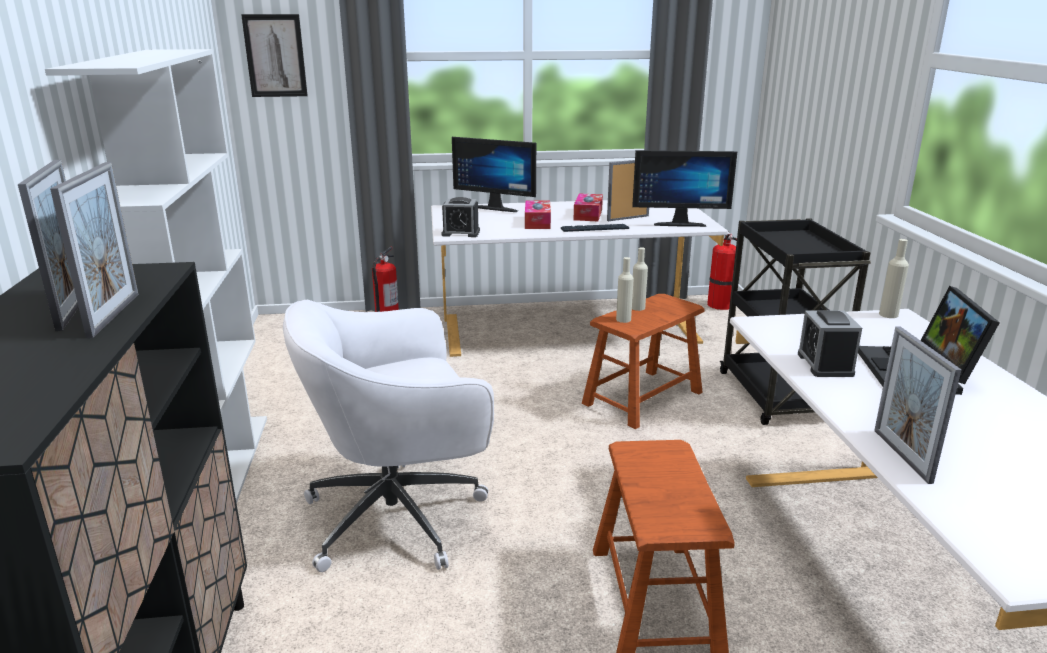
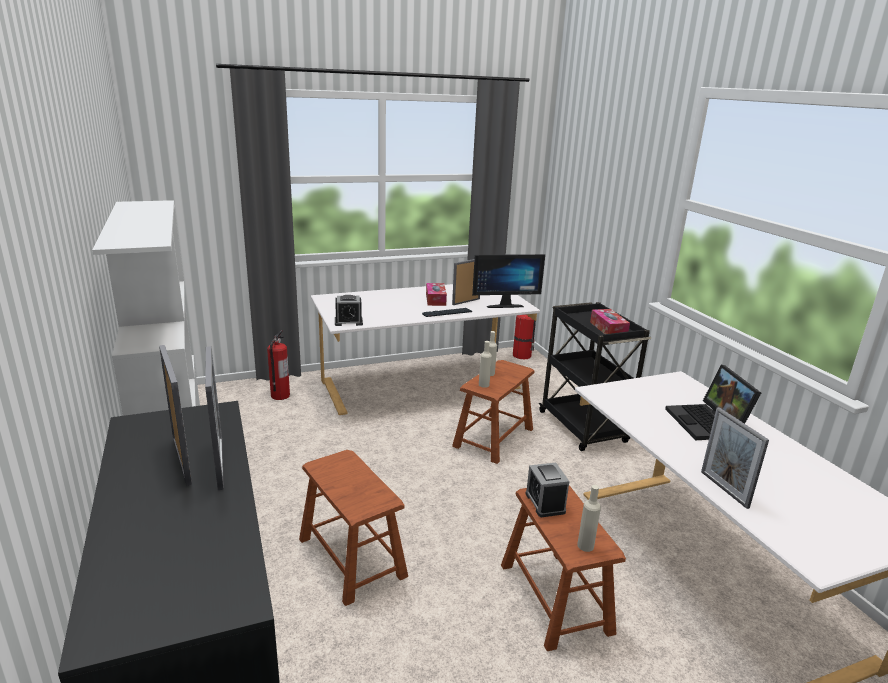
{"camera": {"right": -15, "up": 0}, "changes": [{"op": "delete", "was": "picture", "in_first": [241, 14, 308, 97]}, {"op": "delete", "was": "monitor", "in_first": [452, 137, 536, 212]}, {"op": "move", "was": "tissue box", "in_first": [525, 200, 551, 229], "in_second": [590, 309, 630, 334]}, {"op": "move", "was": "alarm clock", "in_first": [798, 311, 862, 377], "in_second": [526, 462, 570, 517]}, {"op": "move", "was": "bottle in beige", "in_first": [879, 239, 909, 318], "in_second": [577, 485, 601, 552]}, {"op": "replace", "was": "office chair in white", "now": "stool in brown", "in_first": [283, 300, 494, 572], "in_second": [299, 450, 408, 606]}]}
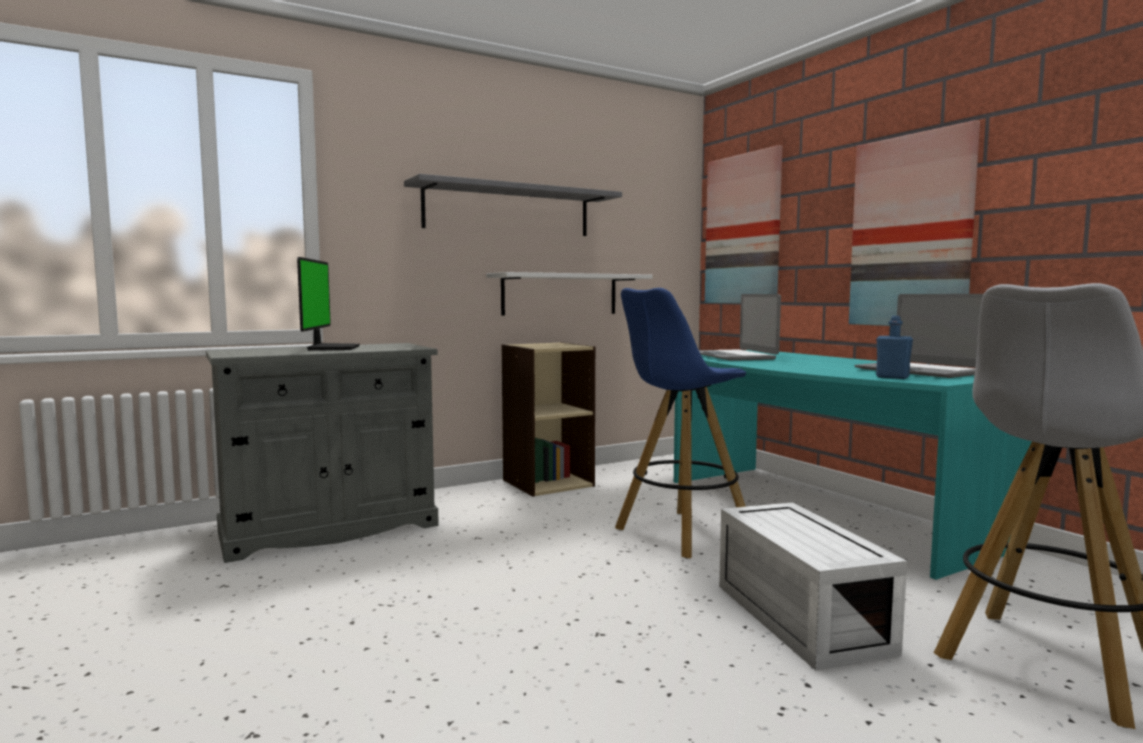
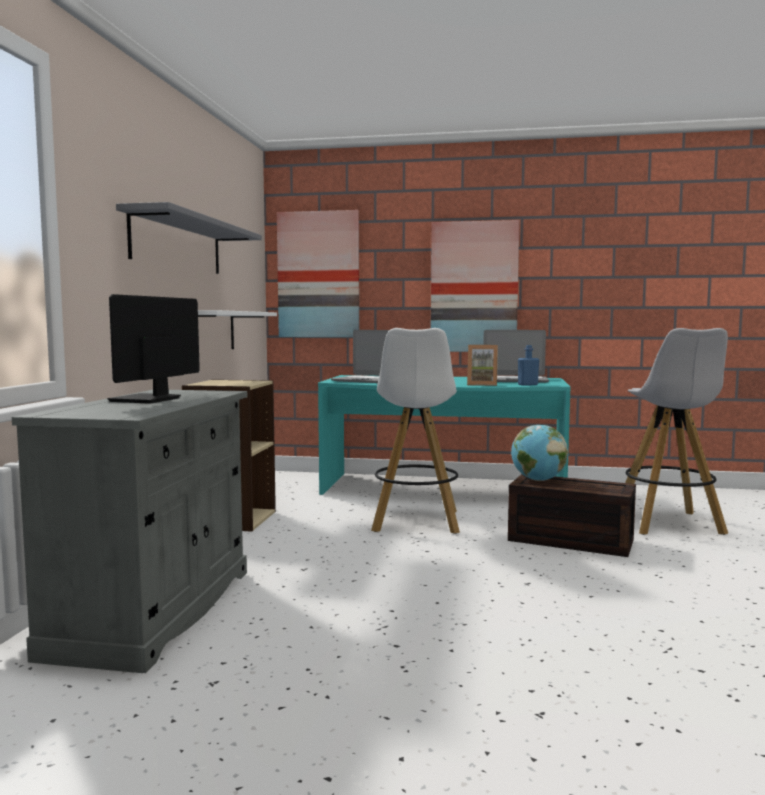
{"camera": {"right": -50, "up": 0}, "changes": [{"op": "insert", "now": "picture frame", "in_second": [467, 345, 498, 386]}, {"op": "insert", "now": "globe", "in_second": [511, 425, 568, 481]}, {"op": "recolor", "was": "stool in blue", "now": "stool in white", "in_first": [615, 288, 746, 559], "in_second": [371, 328, 460, 534]}, {"op": "recolor", "was": "storage box in white", "now": "storage box in brown", "in_first": [719, 503, 907, 670], "in_second": [508, 474, 636, 557]}, {"op": "rotate", "was": "monitor", "in_first": [297, 257, 360, 350], "in_second": [108, 294, 200, 404], "clockwise": -105}]}
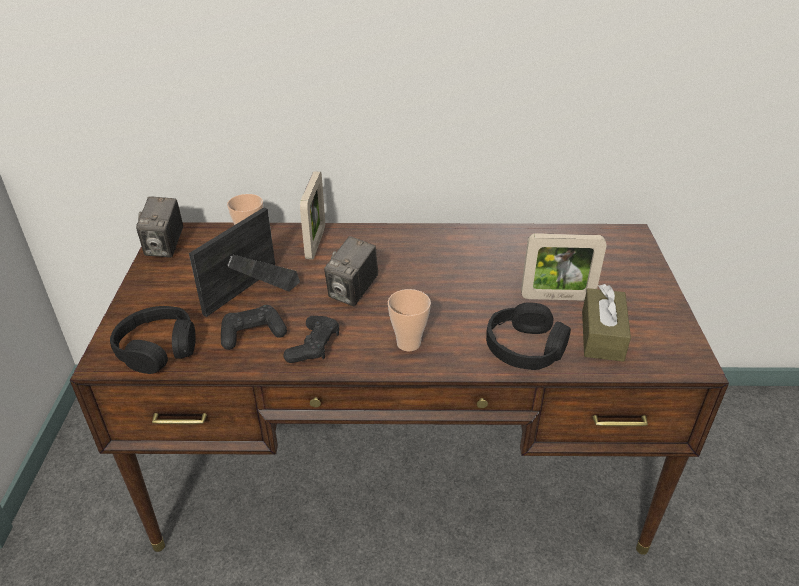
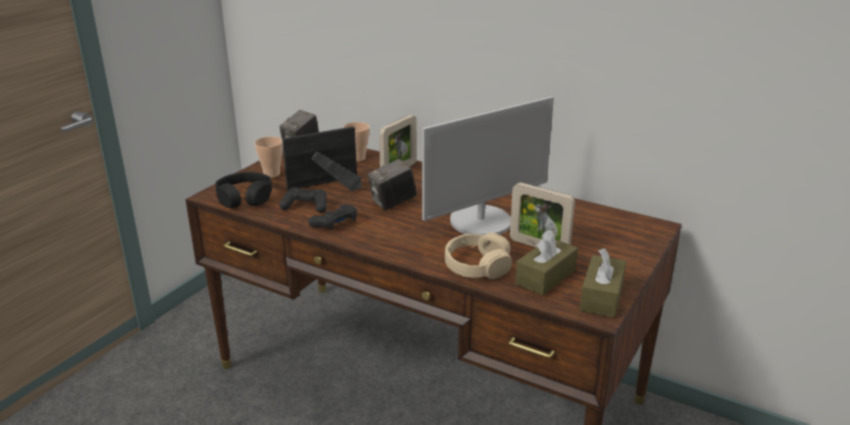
{"camera": {"right": 30, "up": -10}, "changes": [{"op": "insert", "now": "monitor", "in_second": [422, 96, 554, 235]}, {"op": "insert", "now": "tissue box in brown", "in_second": [580, 248, 626, 318]}, {"op": "move", "was": "cup", "in_first": [388, 289, 431, 351], "in_second": [254, 137, 283, 178]}, {"op": "recolor", "was": "headphones in black", "now": "headphones in beige", "in_first": [486, 302, 571, 370], "in_second": [445, 232, 512, 279]}]}
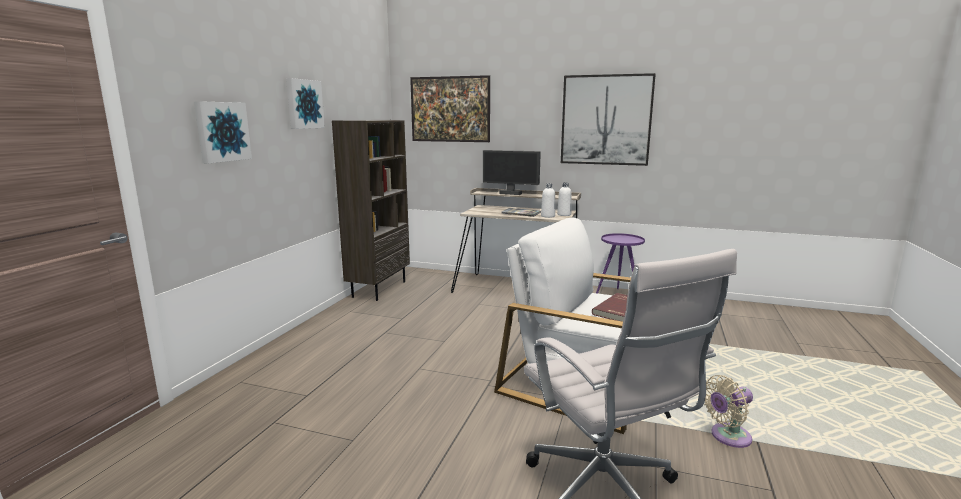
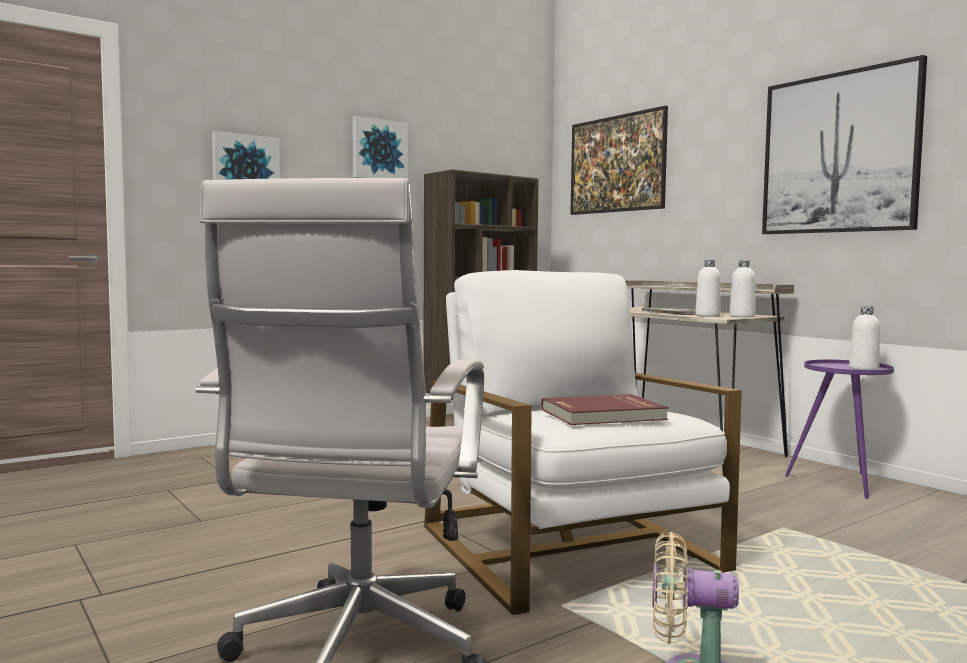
{"camera": {"right": 35, "up": -10}, "changes": [{"op": "delete", "was": "monitor", "in_first": [483, 150, 541, 195]}, {"op": "insert", "now": "bottle in white", "in_second": [849, 306, 880, 370]}]}
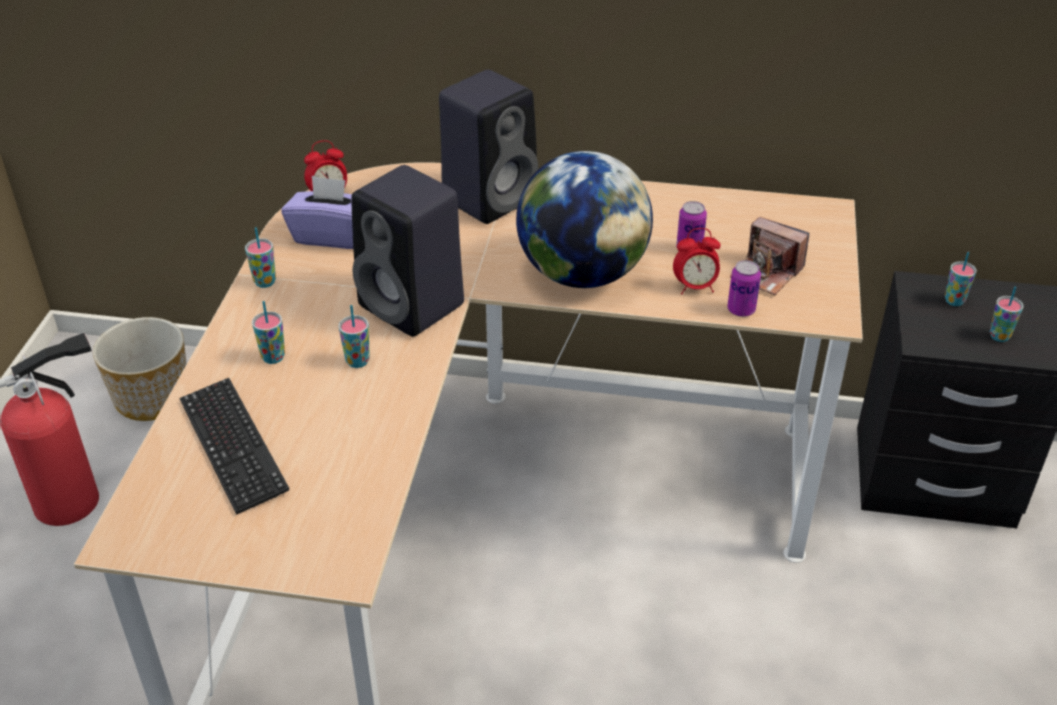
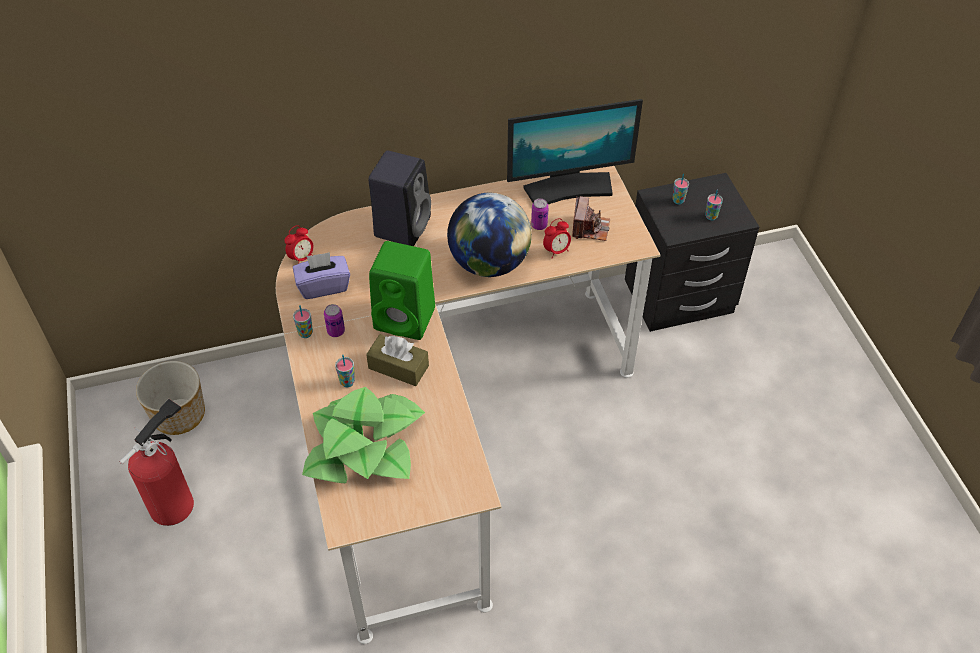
{"camera": {"right": -25, "up": 10}, "changes": [{"op": "insert", "now": "monitor", "in_second": [507, 99, 643, 204]}, {"op": "move", "was": "can", "in_first": [727, 260, 761, 317], "in_second": [324, 304, 345, 337]}, {"op": "replace", "was": "keyboard", "now": "potted plant", "in_first": [179, 378, 289, 515], "in_second": [302, 387, 425, 483]}, {"op": "replace", "was": "cup", "now": "tissue box in brown", "in_first": [339, 305, 370, 368], "in_second": [366, 334, 429, 386]}, {"op": "recolor", "was": "speaker in black", "now": "speaker in green", "in_first": [351, 165, 464, 337], "in_second": [369, 241, 435, 340]}, {"op": "rotate", "was": "photo camera", "in_first": [730, 217, 809, 295], "in_second": [572, 196, 610, 241], "clockwise": -90}]}
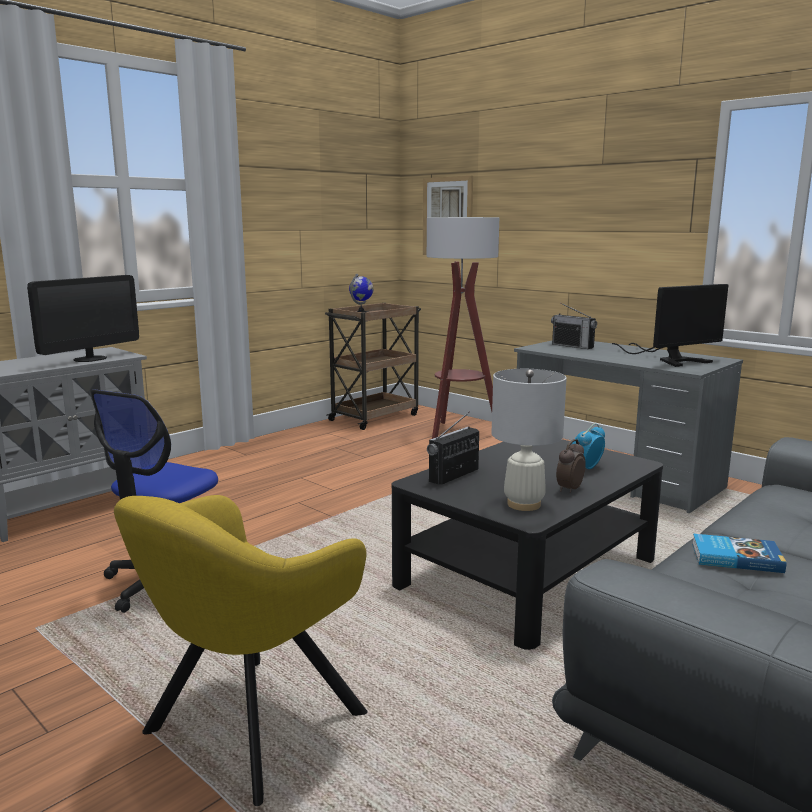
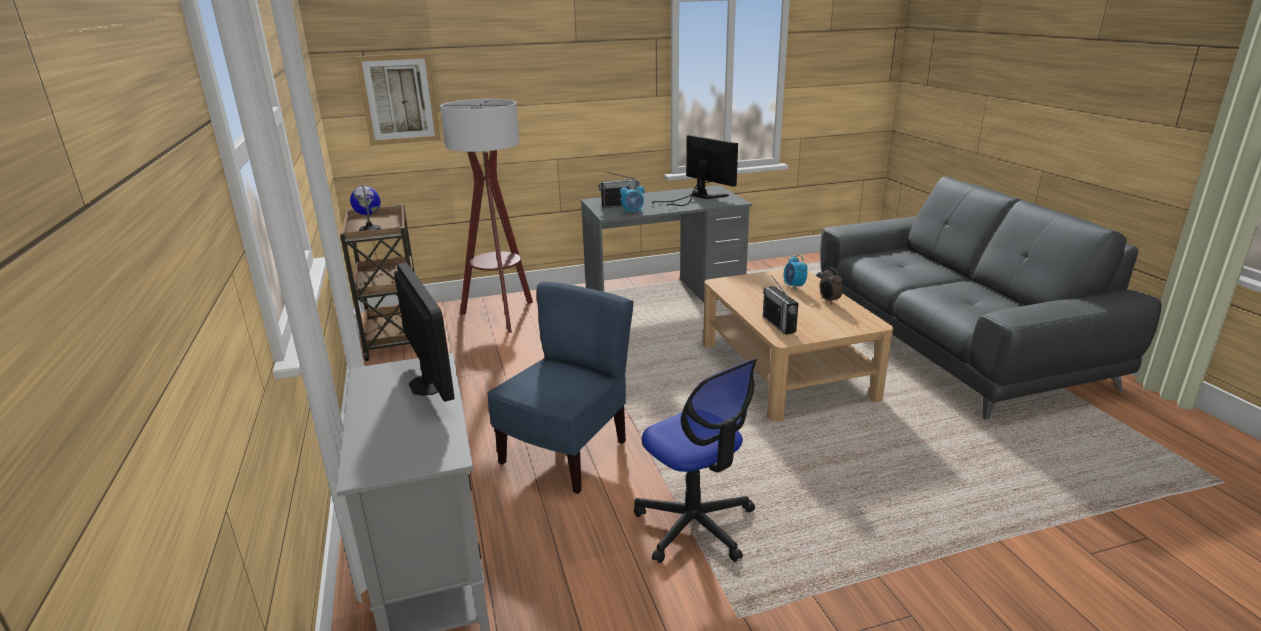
{"camera": {"right": -60, "up": 10}, "changes": [{"op": "delete", "was": "armchair in yellow", "in_first": [114, 495, 368, 806]}, {"op": "delete", "was": "table lamp in white", "in_first": [491, 369, 567, 511]}, {"op": "delete", "was": "book", "in_first": [692, 534, 786, 573]}, {"op": "insert", "now": "chair in blue", "in_second": [487, 282, 633, 494]}, {"op": "insert", "now": "alarm clock", "in_second": [620, 182, 644, 214]}, {"op": "recolor", "was": "coffee table in black", "now": "coffee table in beige", "in_first": [391, 439, 663, 650], "in_second": [703, 269, 893, 422]}, {"op": "rotate", "was": "monitor", "in_first": [612, 284, 728, 367], "in_second": [652, 135, 738, 206], "clockwise": -45}]}
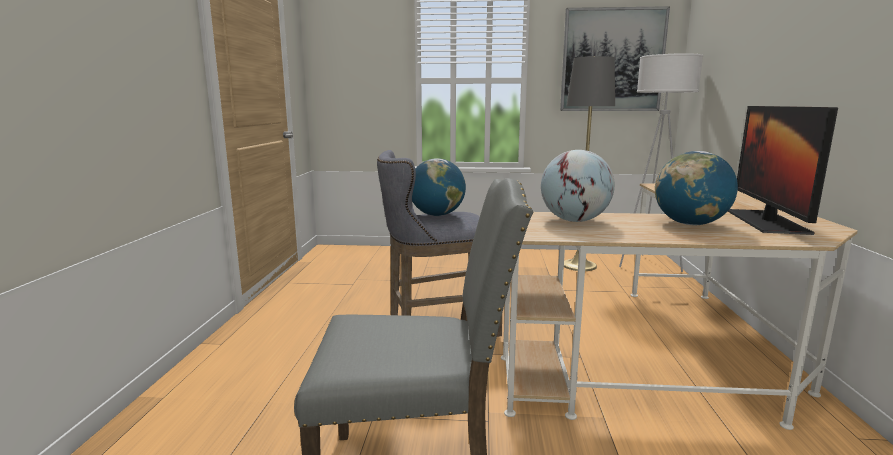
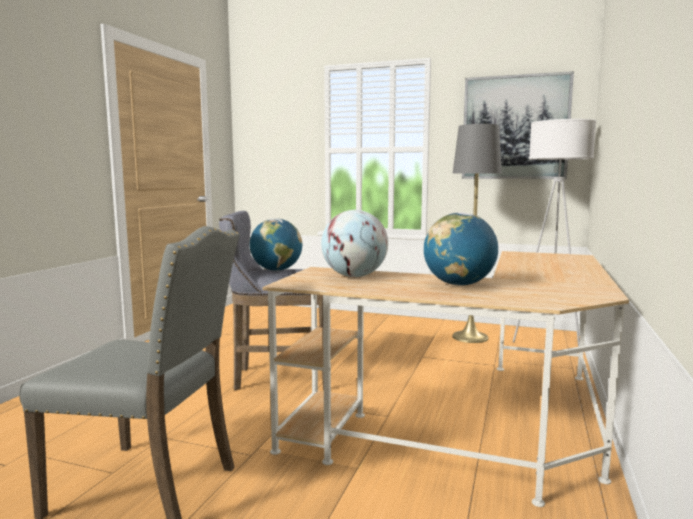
{"camera": {"right": 15, "up": -5}, "changes": [{"op": "delete", "was": "monitor", "in_first": [728, 106, 838, 235]}]}
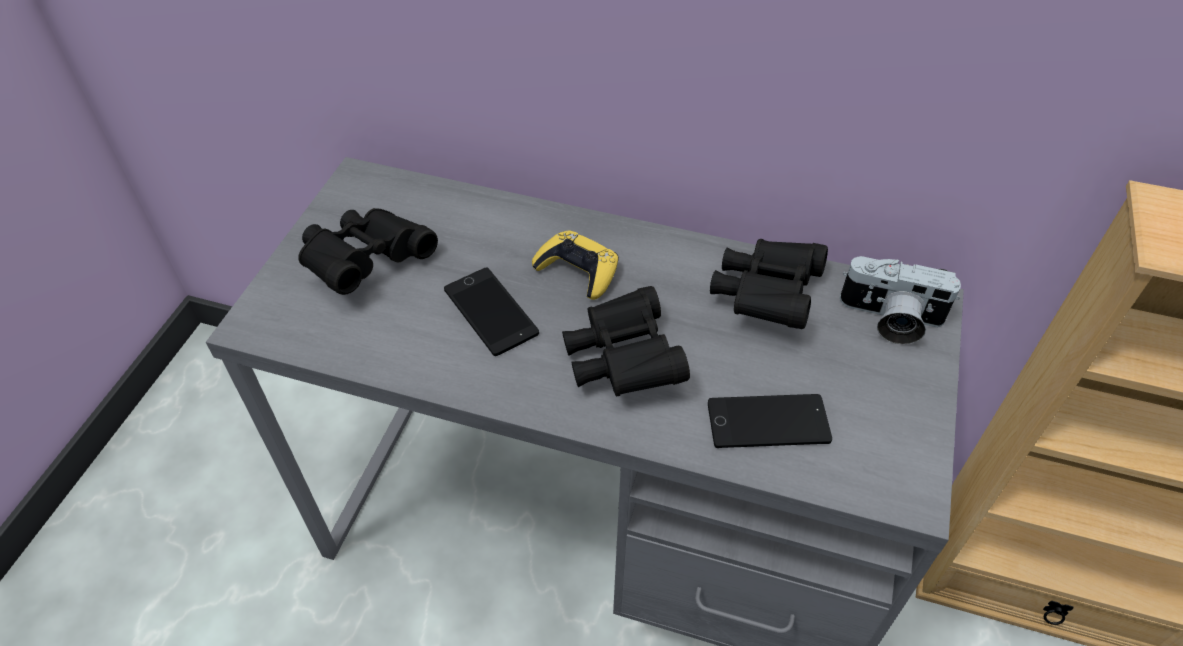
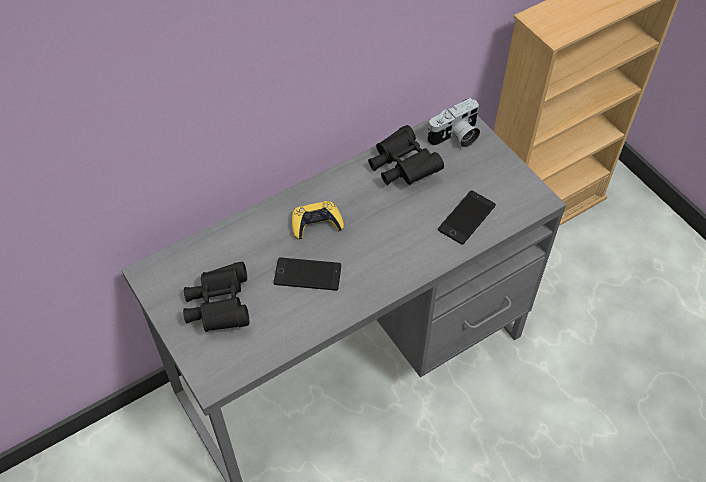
{"camera": {"right": -50, "up": 5}, "changes": [{"op": "delete", "was": "binoculars in black", "in_first": [562, 286, 690, 396]}]}
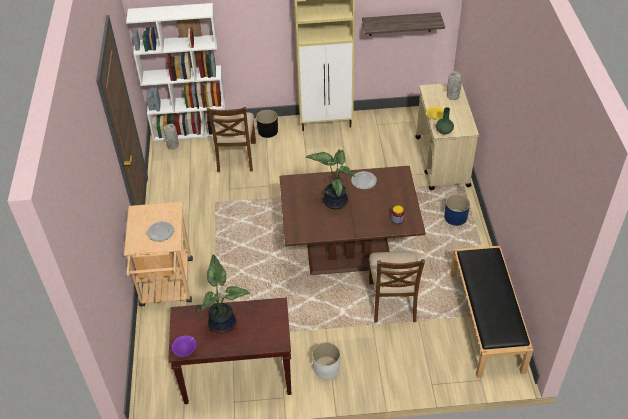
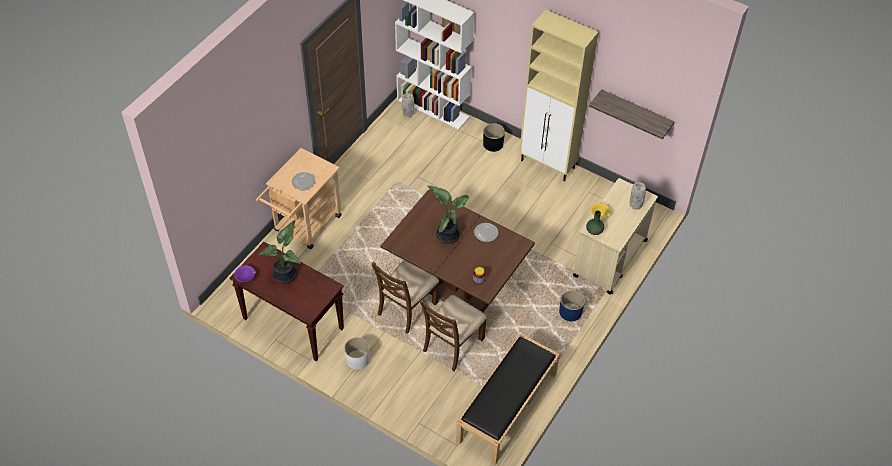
{"camera": {"right": 35, "up": 5}, "changes": [{"op": "move", "was": "chair in brown", "in_first": [207, 107, 256, 172], "in_second": [371, 260, 439, 334]}]}
